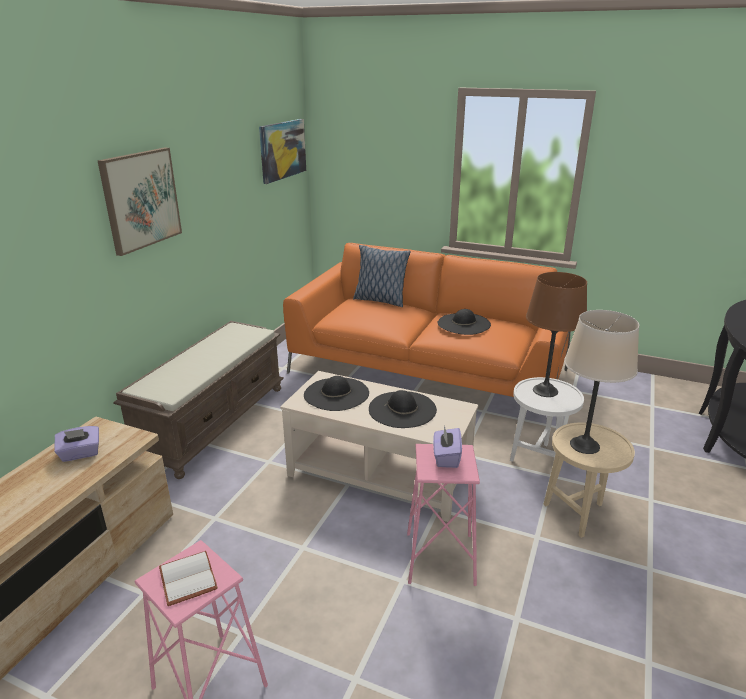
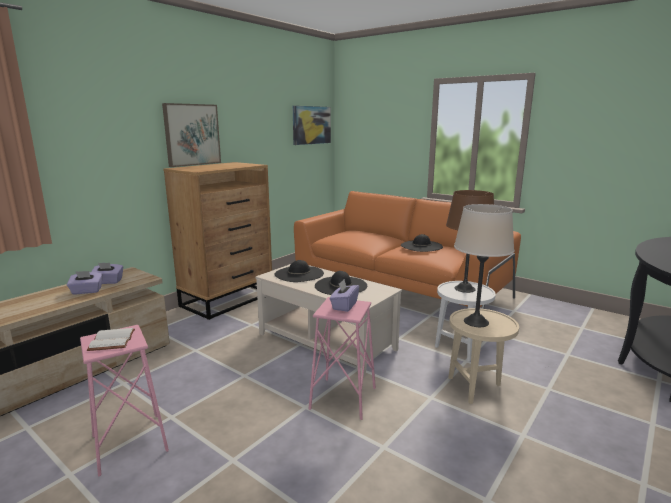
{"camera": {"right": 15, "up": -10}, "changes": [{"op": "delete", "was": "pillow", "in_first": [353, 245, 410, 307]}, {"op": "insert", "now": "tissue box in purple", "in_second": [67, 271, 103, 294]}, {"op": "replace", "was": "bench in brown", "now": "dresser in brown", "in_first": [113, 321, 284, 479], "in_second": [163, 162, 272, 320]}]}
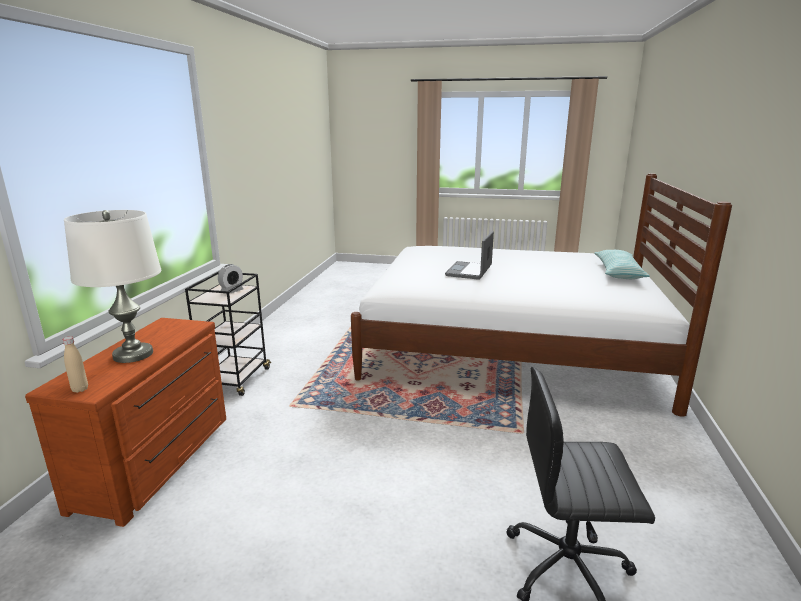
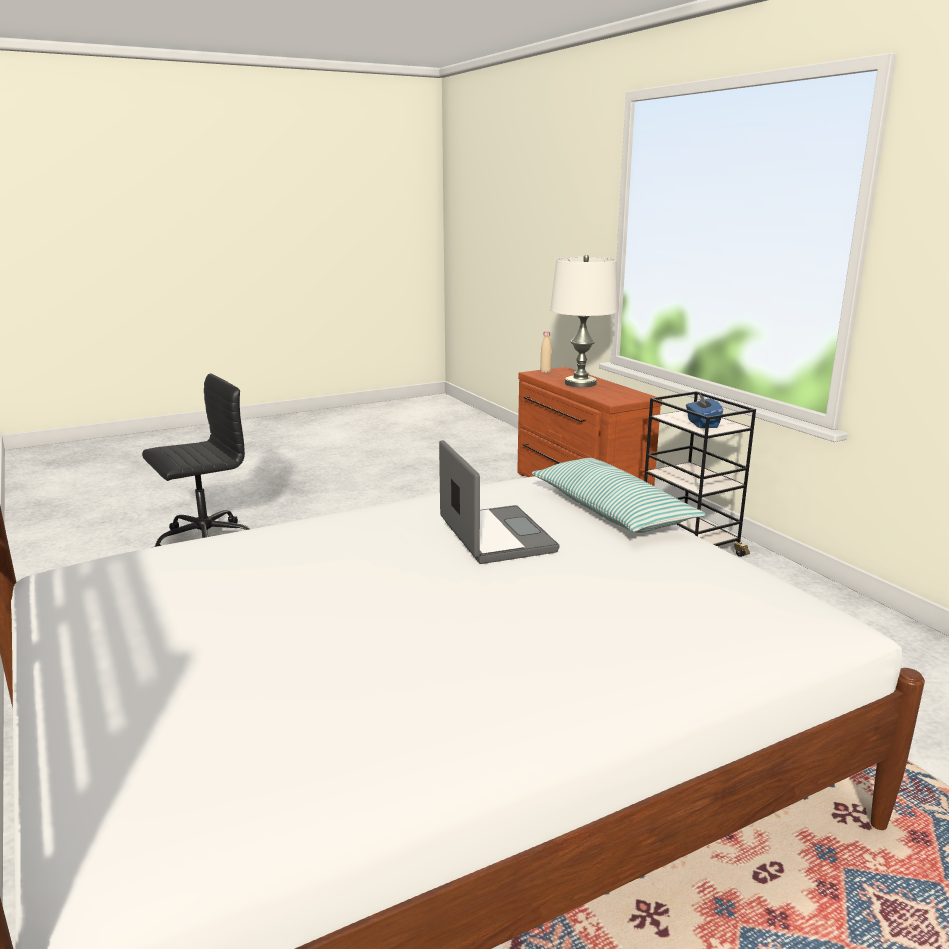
{"camera": {"right": 140, "up": 0}, "changes": [{"op": "move", "was": "pillow", "in_first": [594, 250, 650, 279], "in_second": [532, 458, 706, 533]}, {"op": "replace", "was": "alarm clock", "now": "tissue box in blue", "in_first": [218, 264, 244, 294], "in_second": [686, 393, 723, 428]}]}
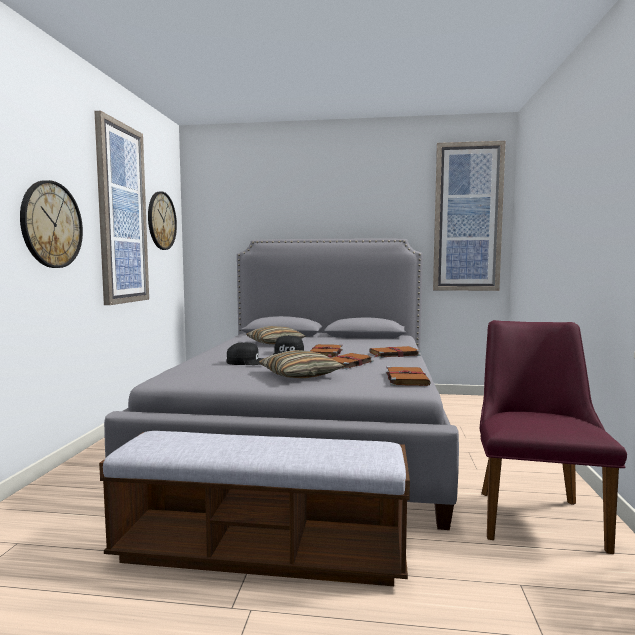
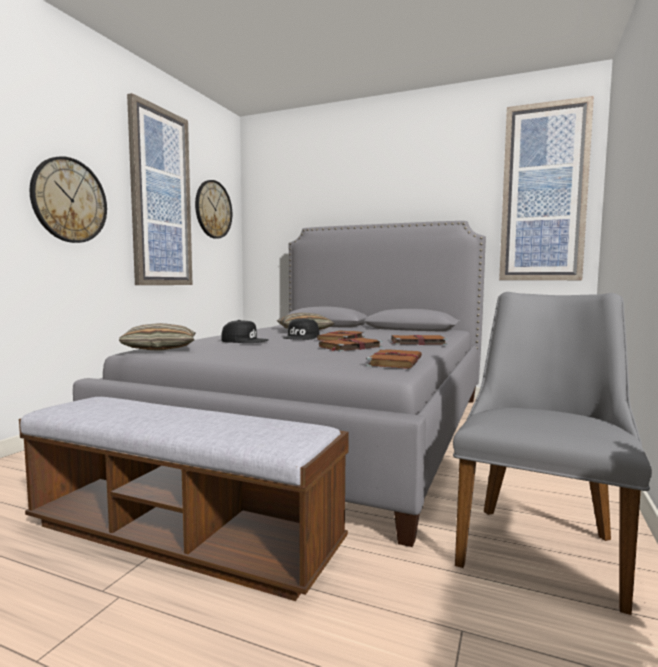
{"camera": {"right": 15, "up": 0}, "changes": [{"op": "move", "was": "pillow", "in_first": [259, 350, 344, 378], "in_second": [119, 323, 196, 351]}, {"op": "recolor", "was": "chair in purple", "now": "chair in grey", "in_first": [480, 320, 627, 554], "in_second": [453, 292, 652, 615]}]}
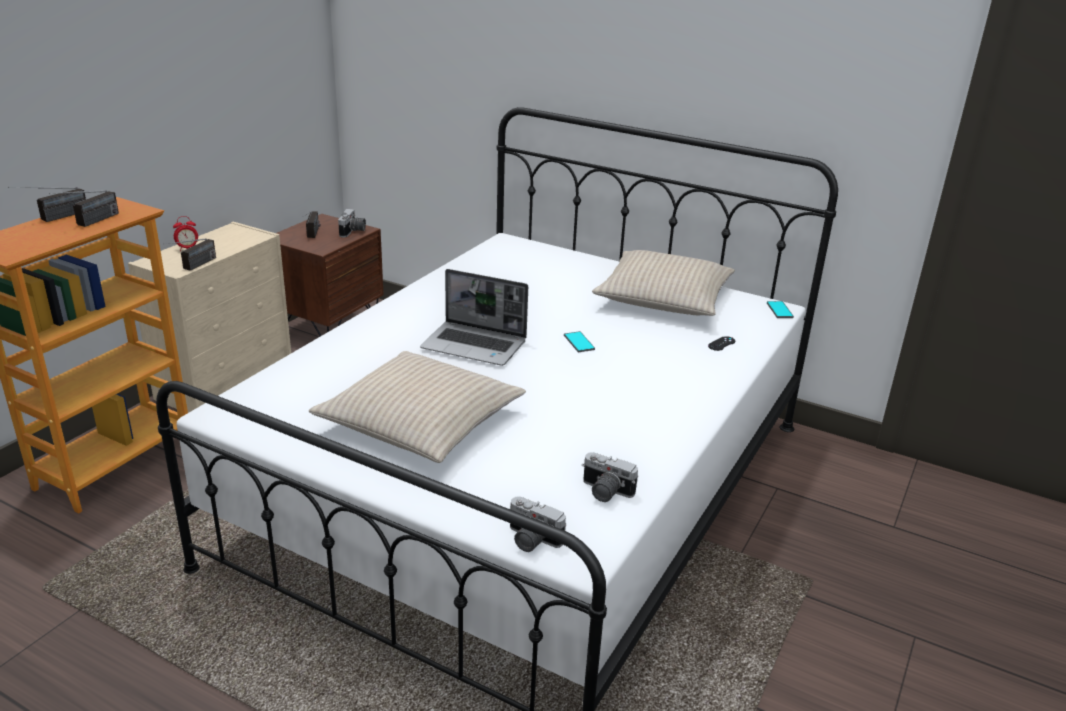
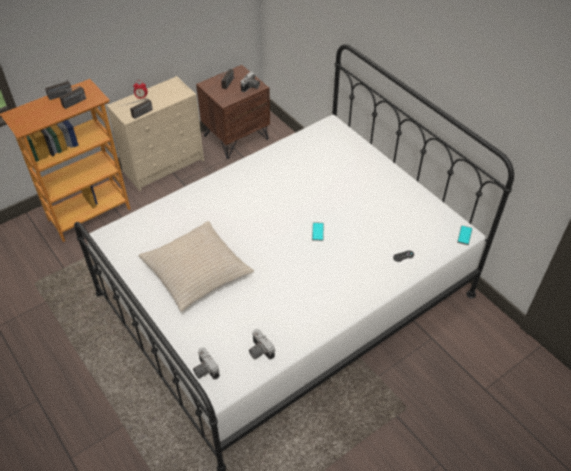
{"camera": {"right": 25, "up": 20}, "changes": [{"op": "delete", "was": "laptop", "in_first": [420, 269, 528, 366]}, {"op": "delete", "was": "pillow in beige", "in_first": [592, 250, 735, 316]}]}
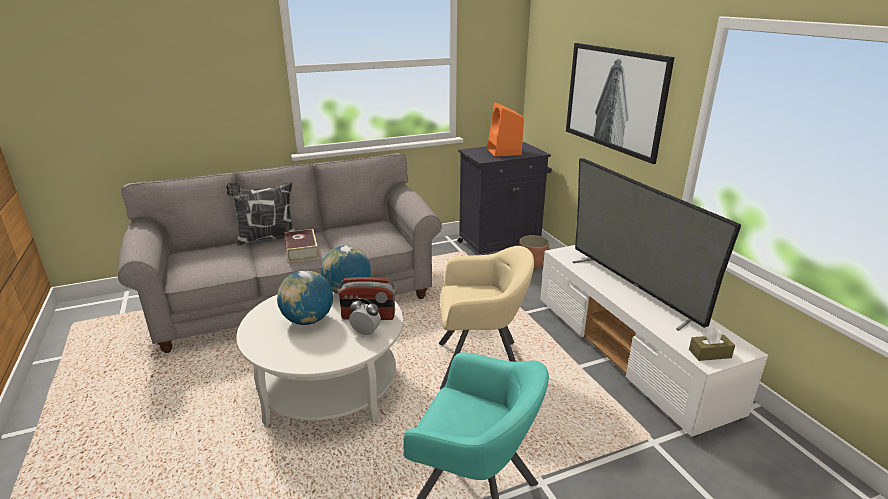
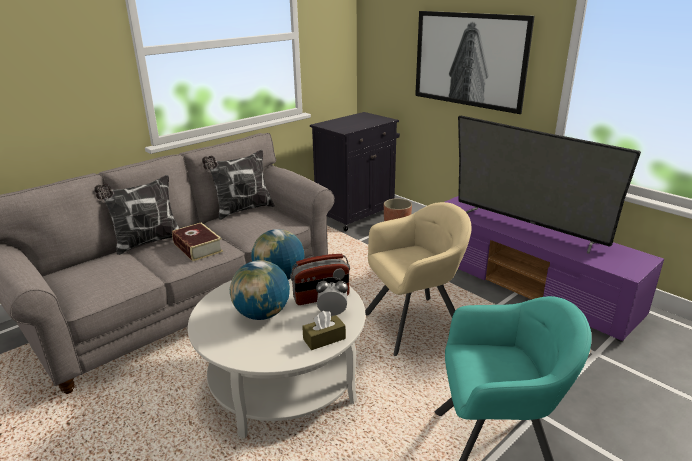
{"camera": {"right": -20, "up": 0}, "changes": [{"op": "delete", "was": "speaker in orange", "in_first": [487, 102, 524, 157]}, {"op": "insert", "now": "pillow", "in_second": [202, 150, 275, 220]}, {"op": "move", "was": "tissue box in brown", "in_first": [689, 328, 735, 361], "in_second": [302, 311, 346, 350]}, {"op": "recolor", "was": "tv stand in white", "now": "tv stand in purple", "in_first": [540, 245, 768, 437], "in_second": [445, 196, 664, 341]}]}
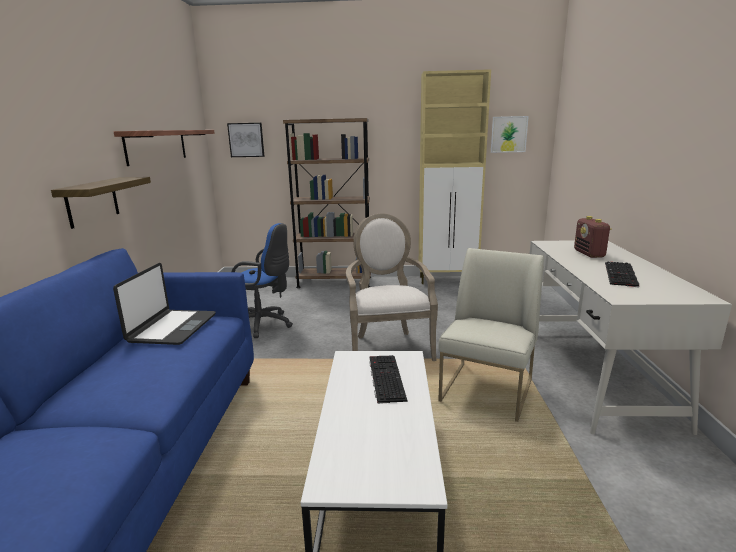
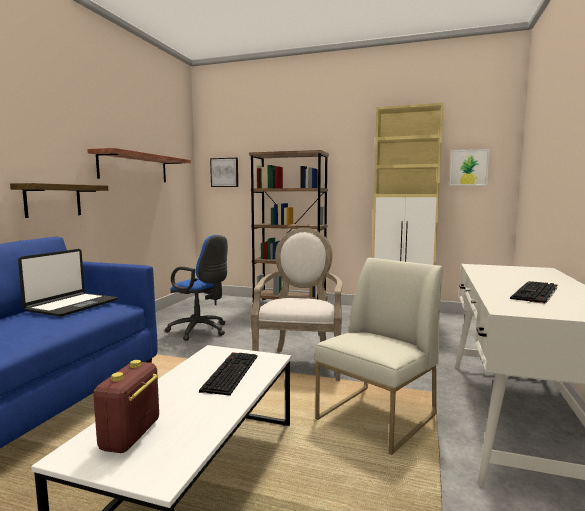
{"camera": {"right": 15, "up": -10}, "changes": [{"op": "move", "was": "radio", "in_first": [574, 216, 612, 258], "in_second": [93, 360, 159, 453]}]}
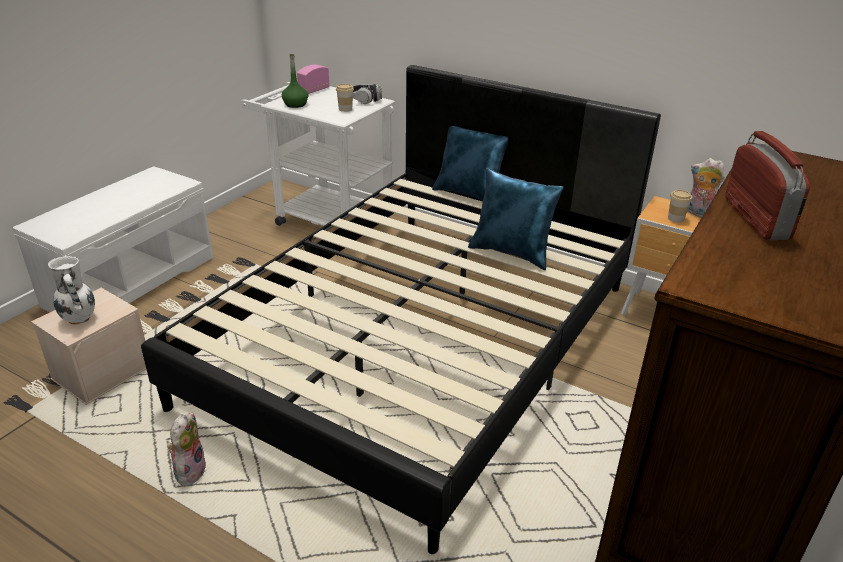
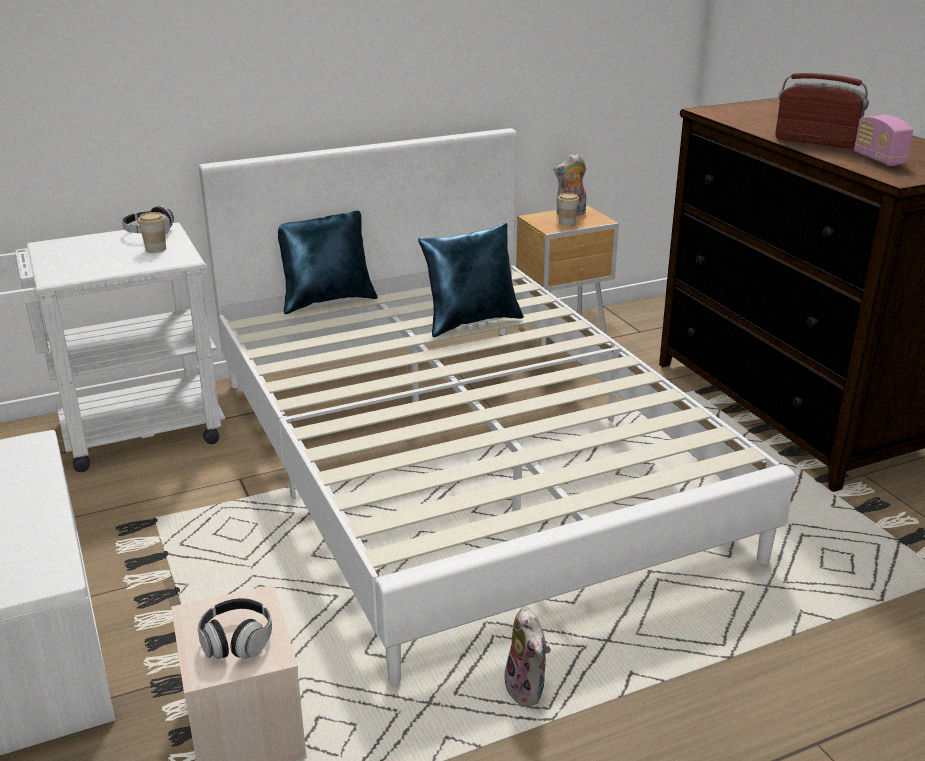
{"camera": {"right": -55, "up": -5}, "changes": [{"op": "delete", "was": "bottle in green", "in_first": [282, 54, 308, 108]}, {"op": "move", "was": "radio", "in_first": [297, 65, 330, 94], "in_second": [854, 115, 913, 166]}, {"op": "replace", "was": "vase in white", "now": "headphones", "in_first": [48, 256, 95, 324], "in_second": [197, 598, 272, 659]}, {"op": "recolor", "was": "bed in black", "now": "bed in white", "in_first": [141, 65, 661, 554], "in_second": [199, 128, 795, 684]}, {"op": "rotate", "was": "plush toy", "in_first": [167, 412, 206, 486], "in_second": [505, 606, 551, 706], "clockwise": -150}]}
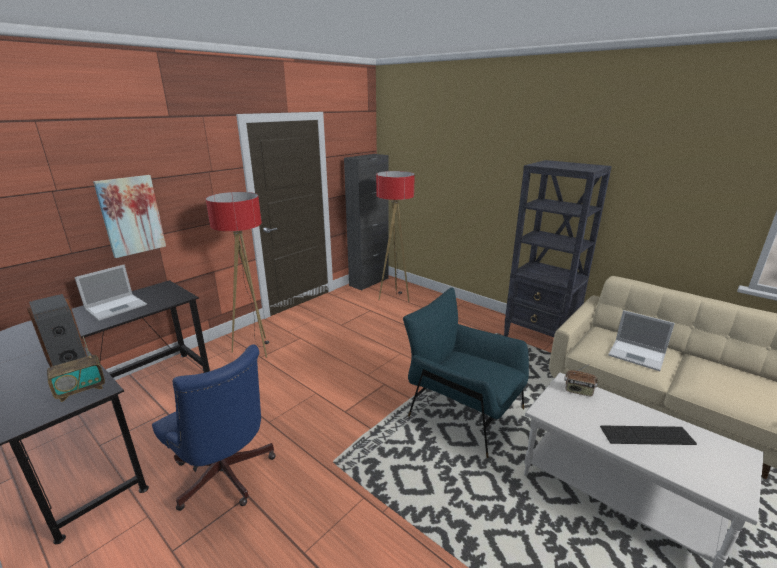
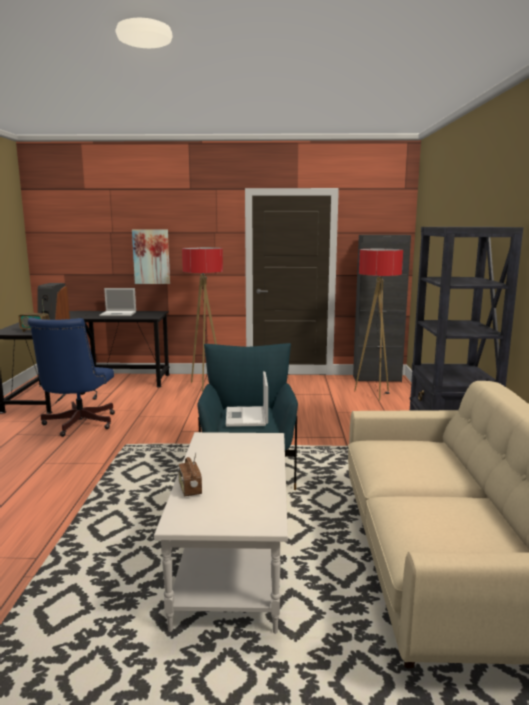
{"camera": {"right": 50, "up": -10}, "changes": [{"op": "delete", "was": "keyboard", "in_first": [600, 425, 697, 445]}, {"op": "move", "was": "radio", "in_first": [564, 364, 597, 397], "in_second": [177, 454, 202, 496]}, {"op": "move", "was": "laptop", "in_first": [608, 310, 675, 371], "in_second": [226, 371, 268, 427]}]}
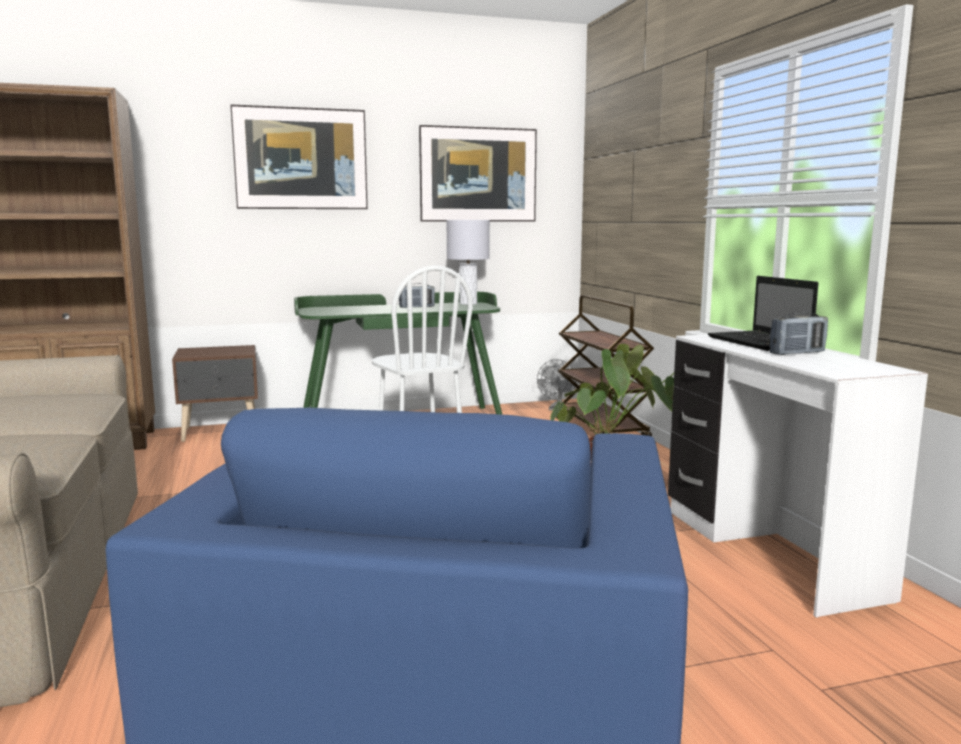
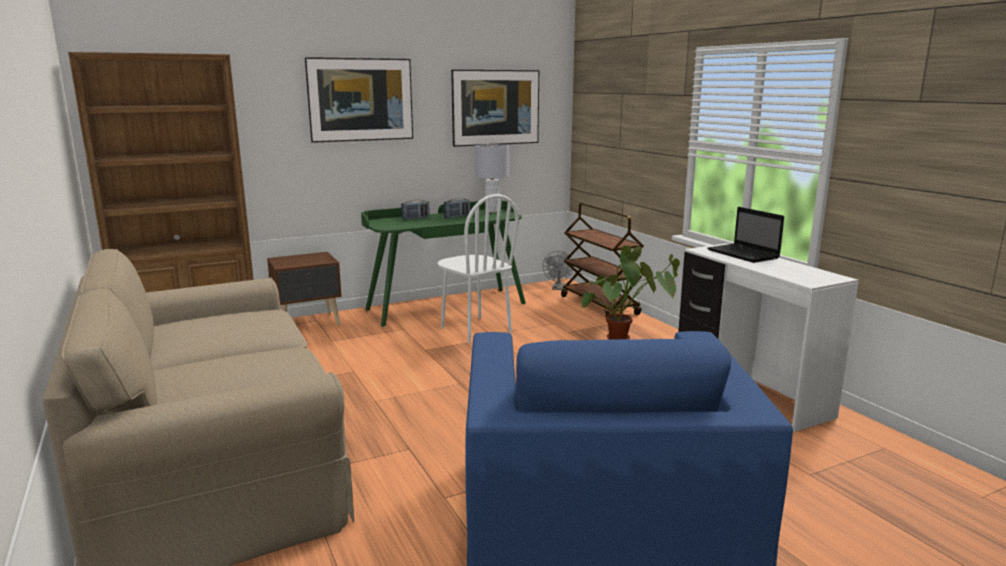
{"camera": {"right": -10, "up": 5}, "changes": [{"op": "move", "was": "radio", "in_first": [770, 312, 828, 355], "in_second": [401, 200, 430, 220]}]}
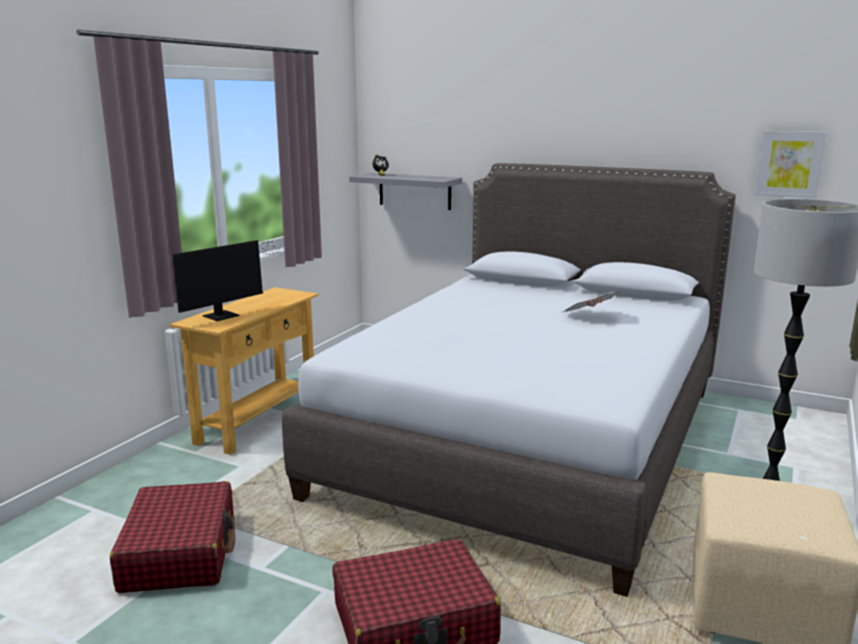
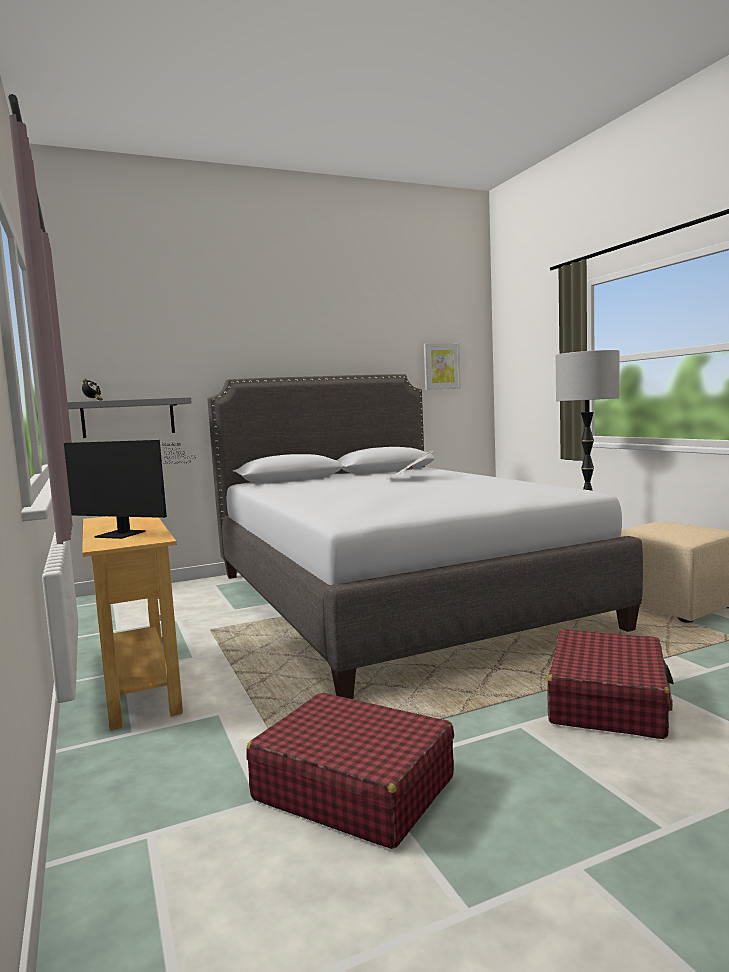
{"camera": {"right": -50, "up": -10}, "changes": [{"op": "rotate", "was": "monitor", "in_first": [172, 240, 278, 321], "in_second": [64, 440, 197, 539], "clockwise": 120}]}
